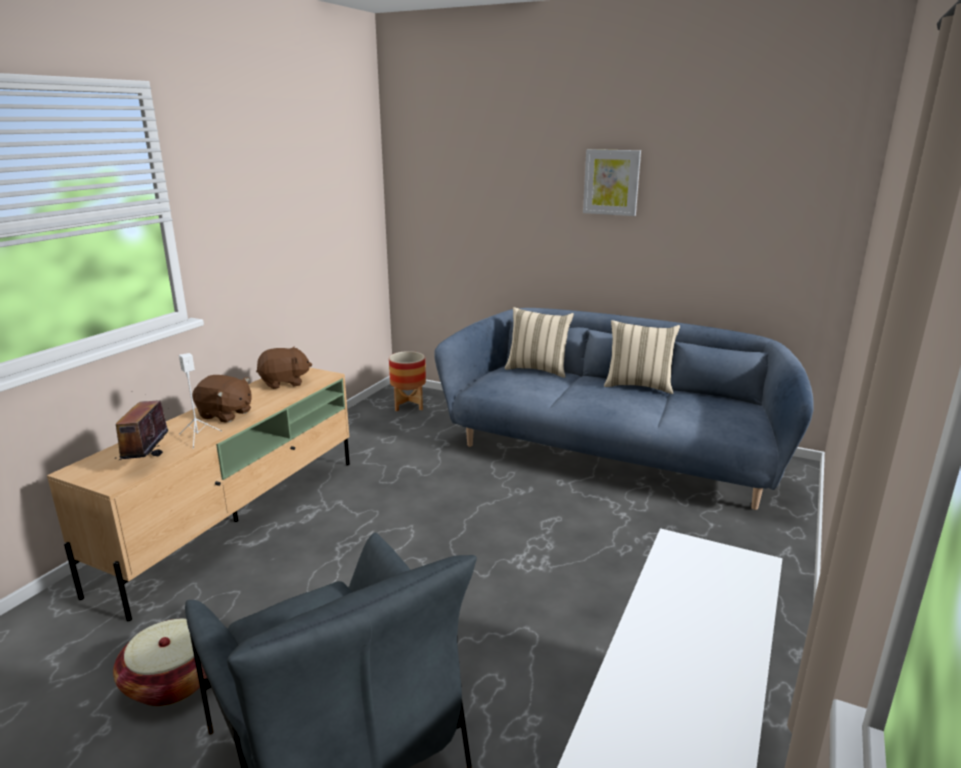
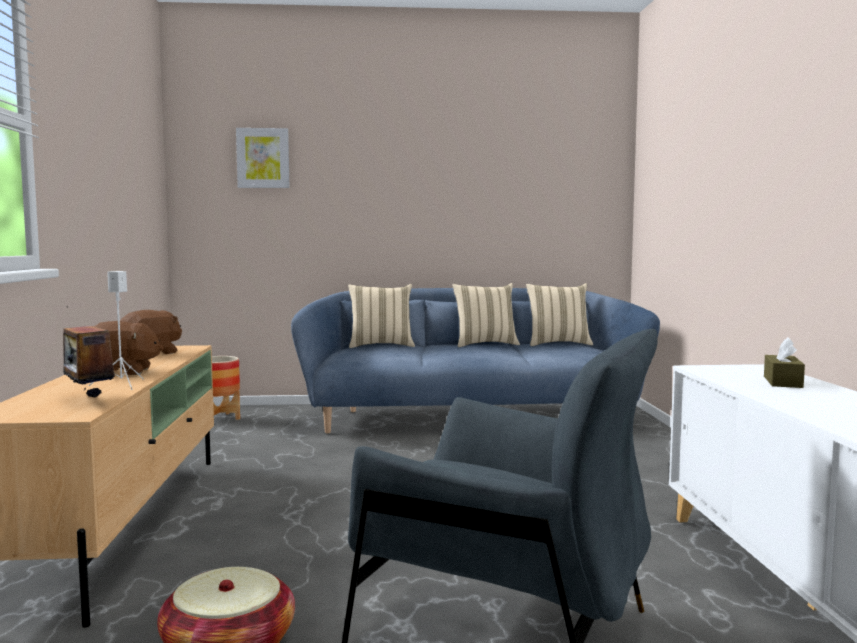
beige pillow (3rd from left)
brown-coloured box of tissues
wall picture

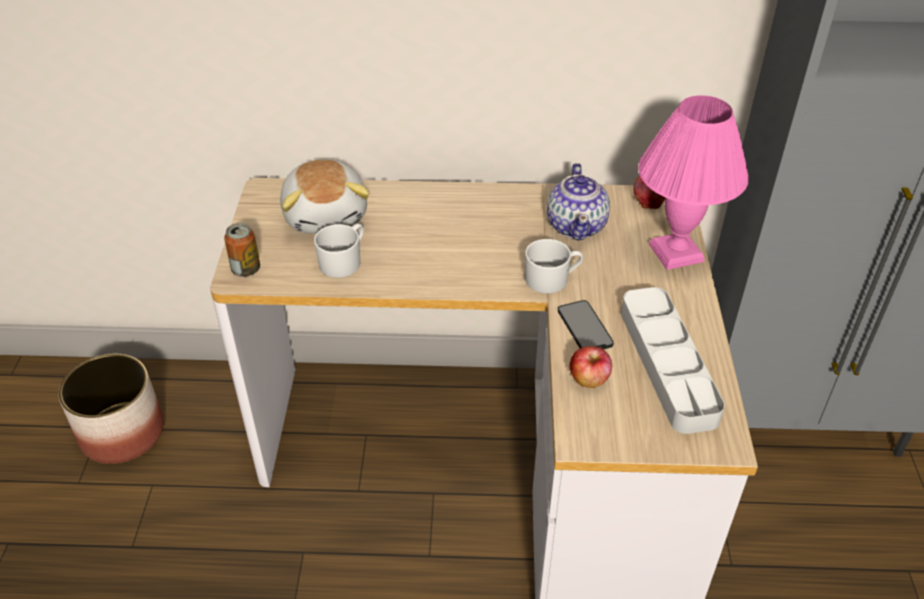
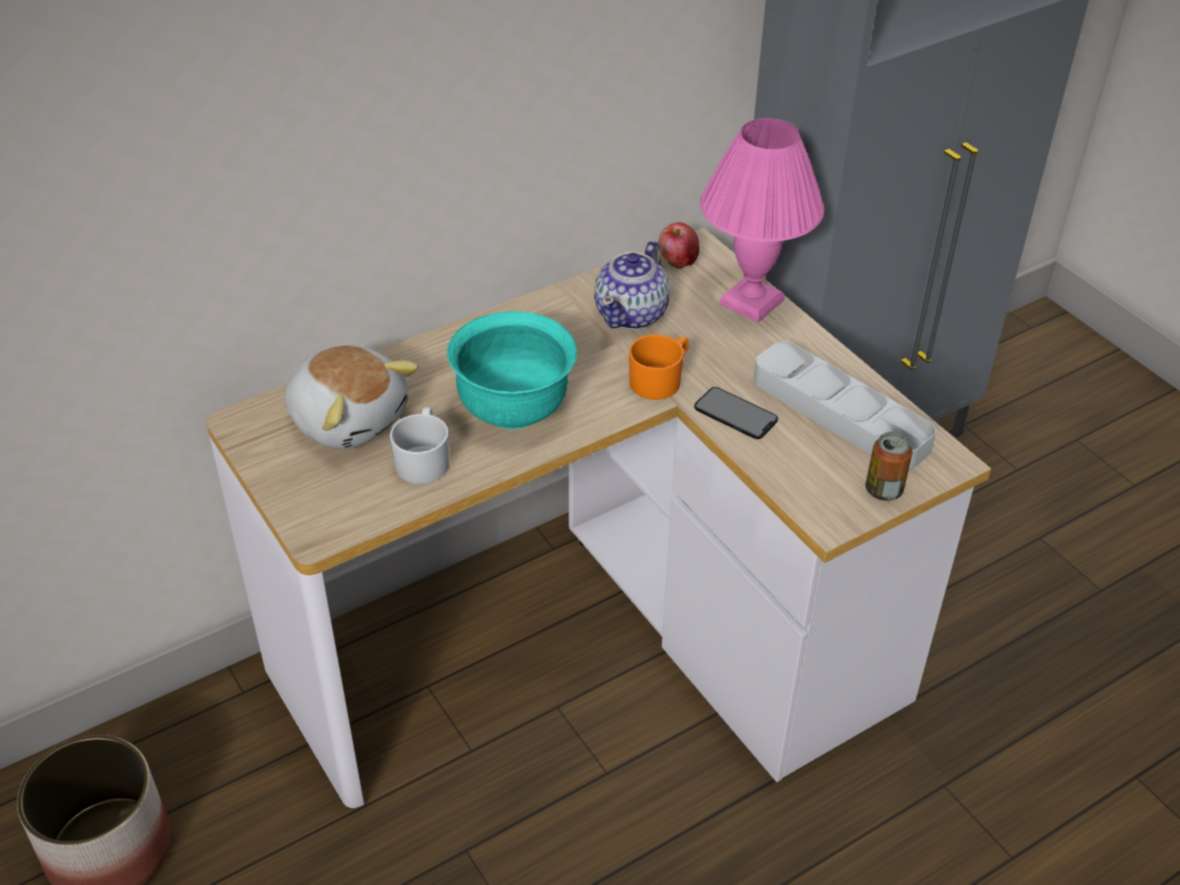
whole apple (1st from left in the first image)
blue-green deep dish
can
orange-coloured mug
pot for tea

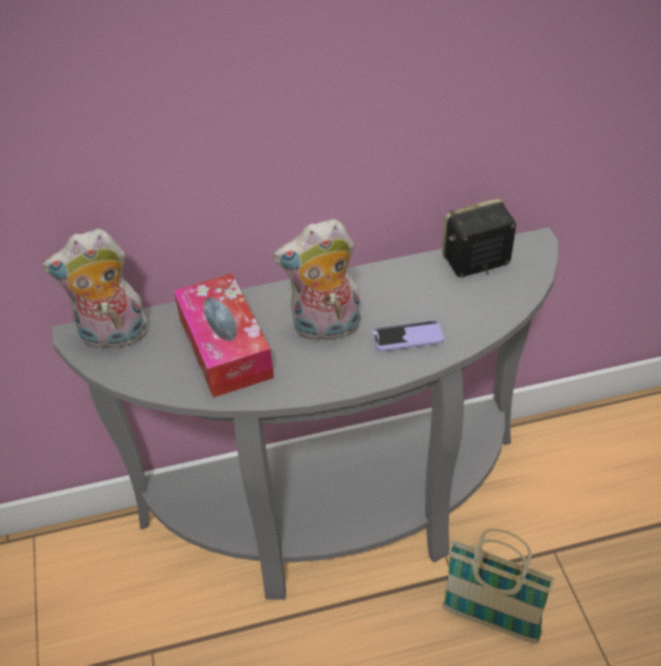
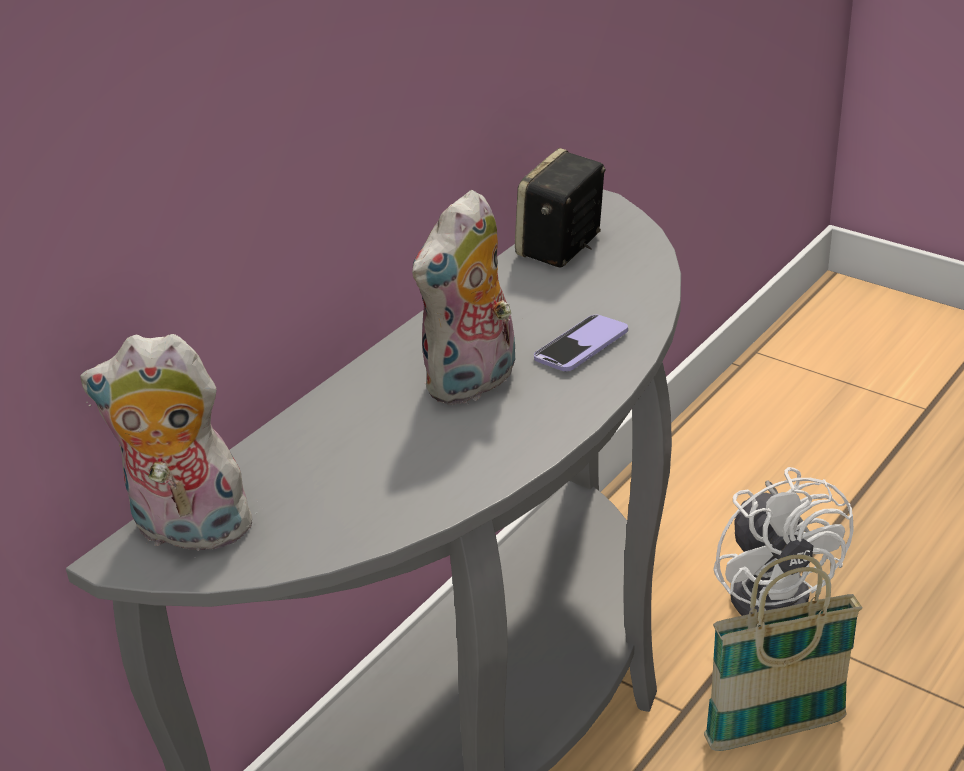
box of tissues
white-coloured cooling fan
plush toy (1st from left)

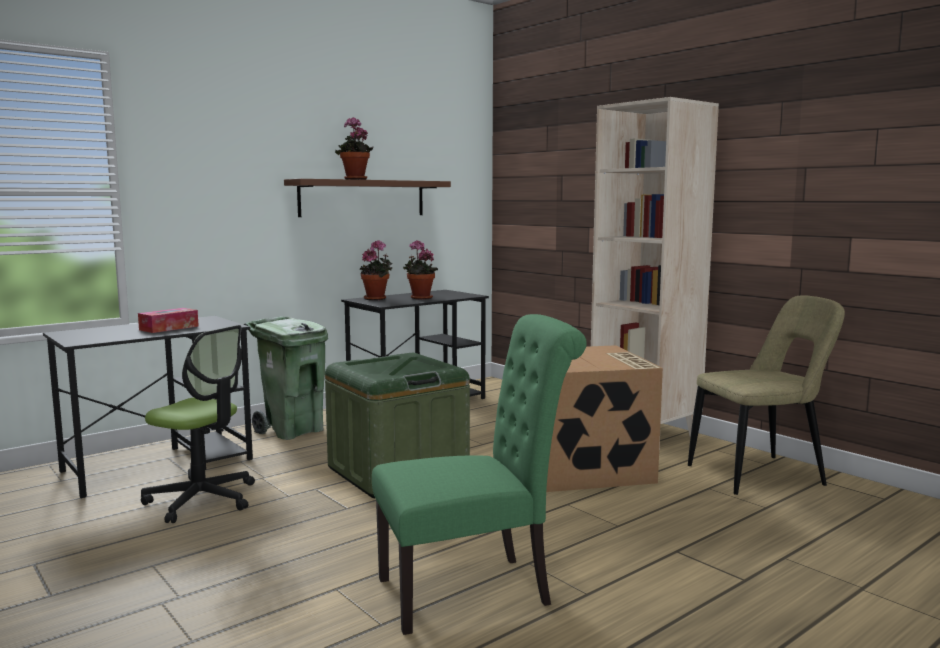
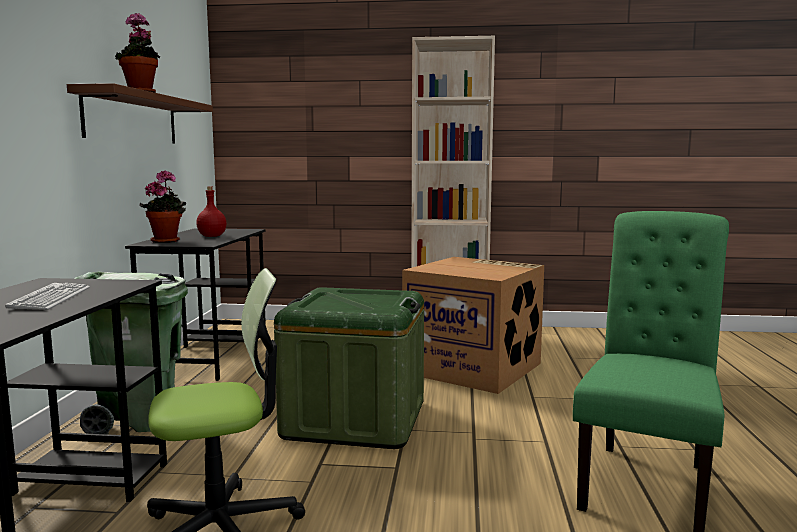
beige chair
computer keyboard
red bottle

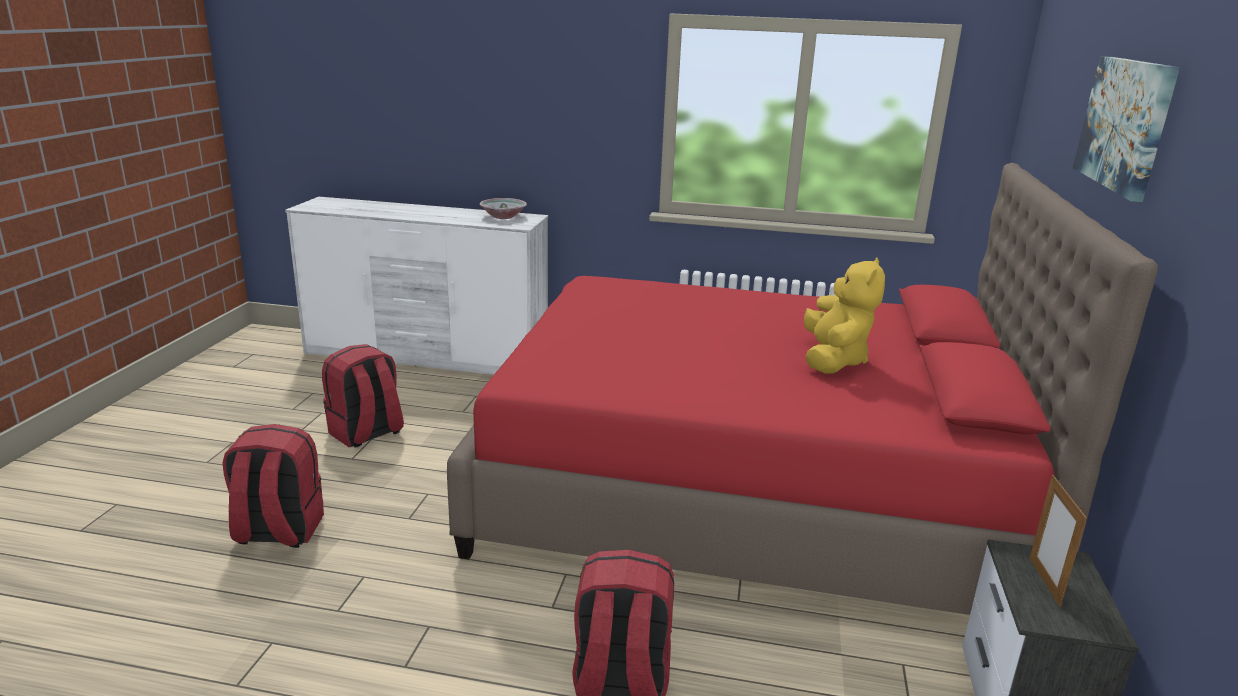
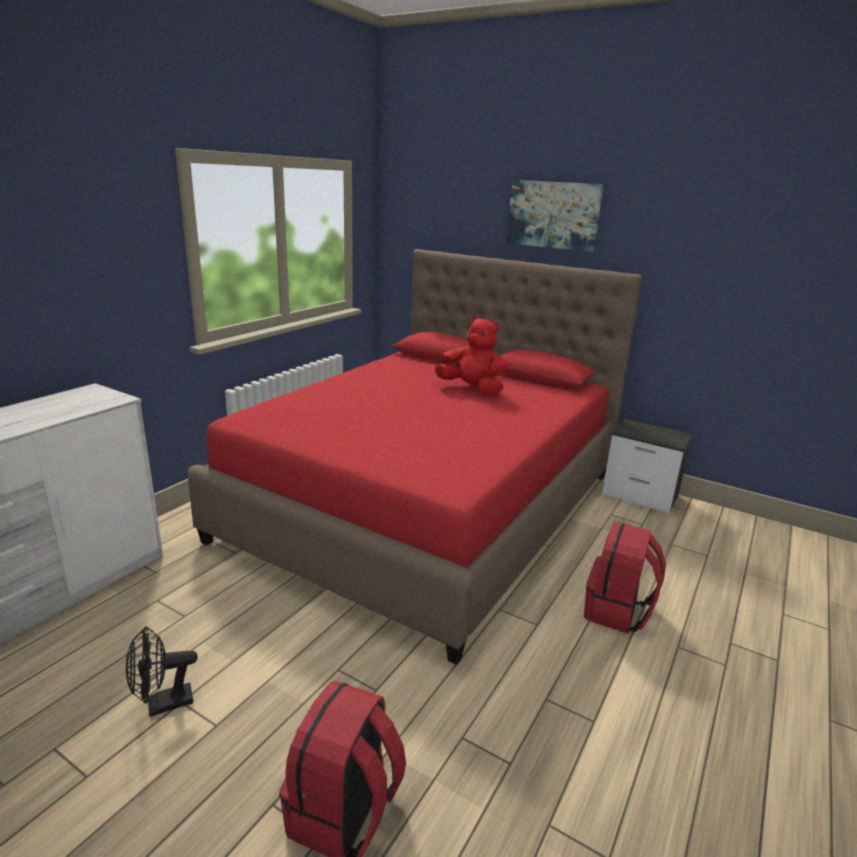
deep dish
standing frame
black cooling fan
red plush toy

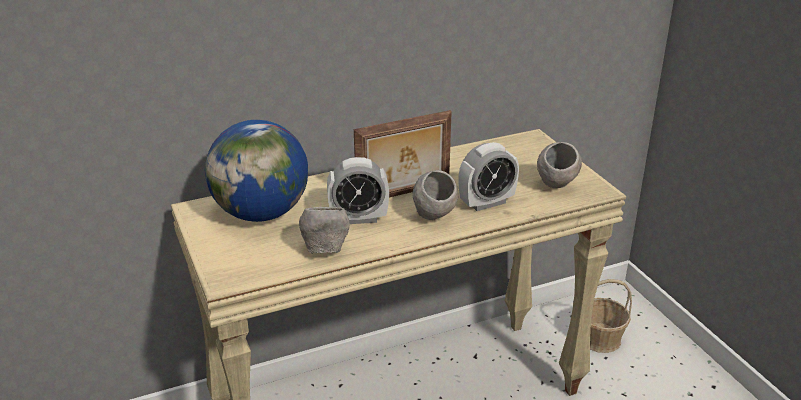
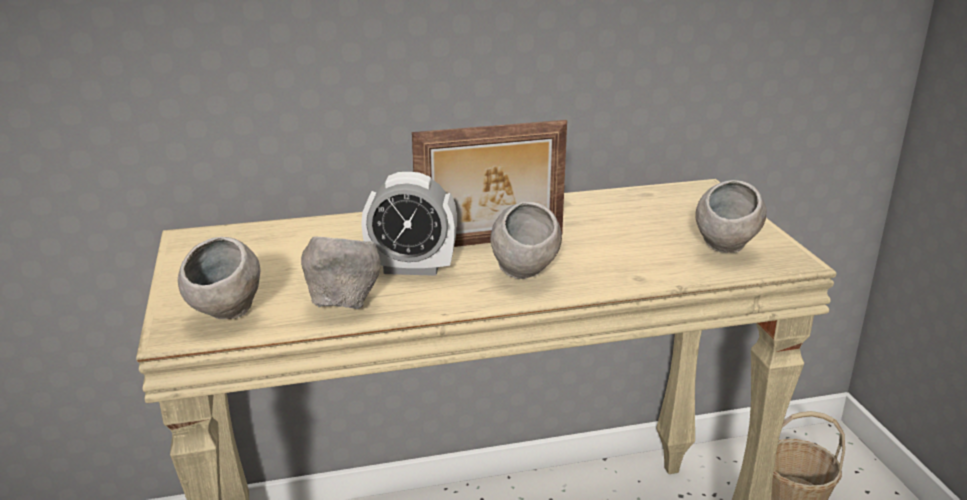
world globe
bedside clock (2nd from left in the first image)
greyish deep dish (1st from left)

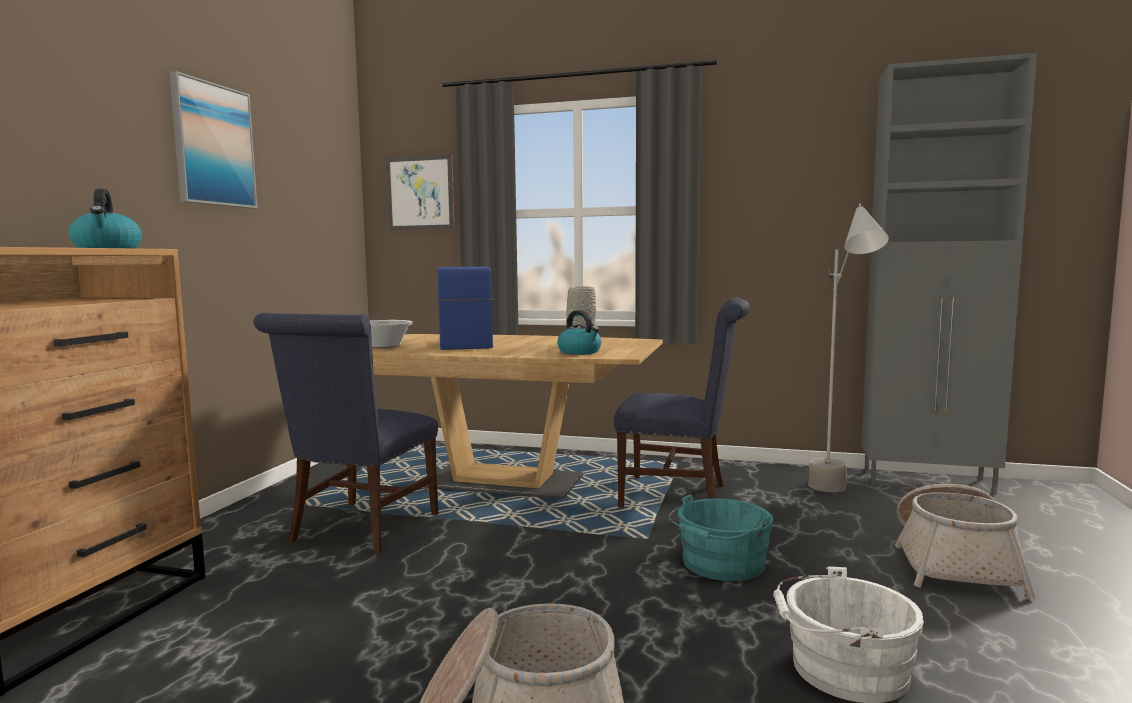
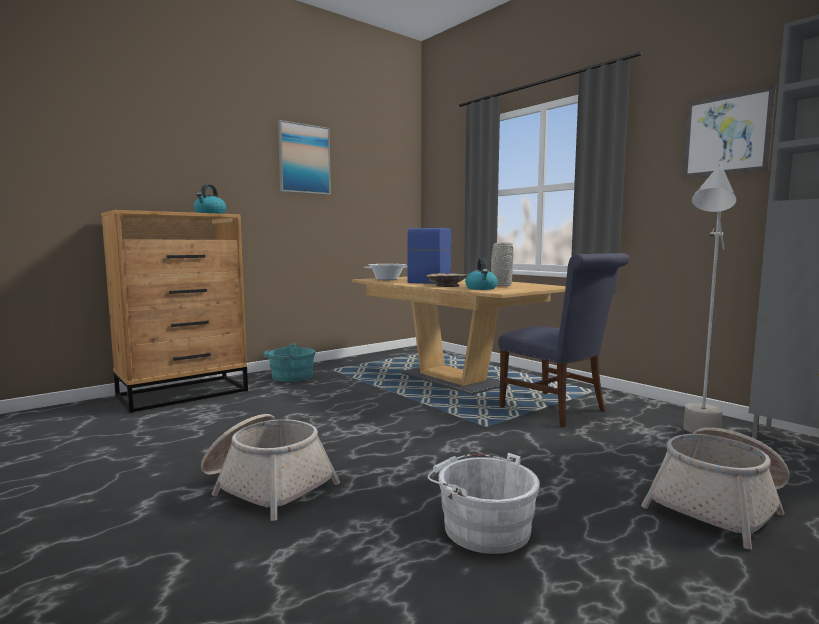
blue-coloured chair (1st from left in the first image)
beige deep dish
wall picture (2nd from left)
blue-green bucket

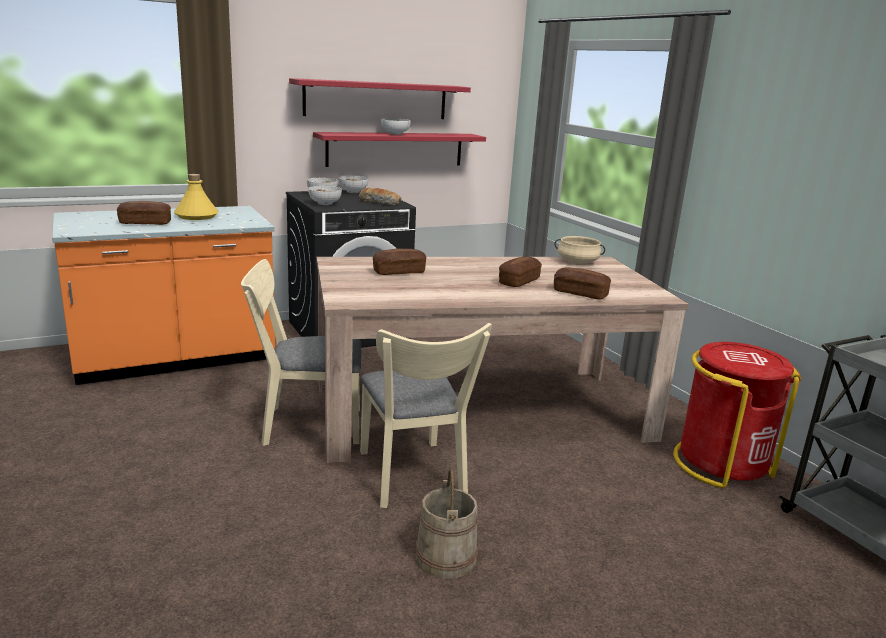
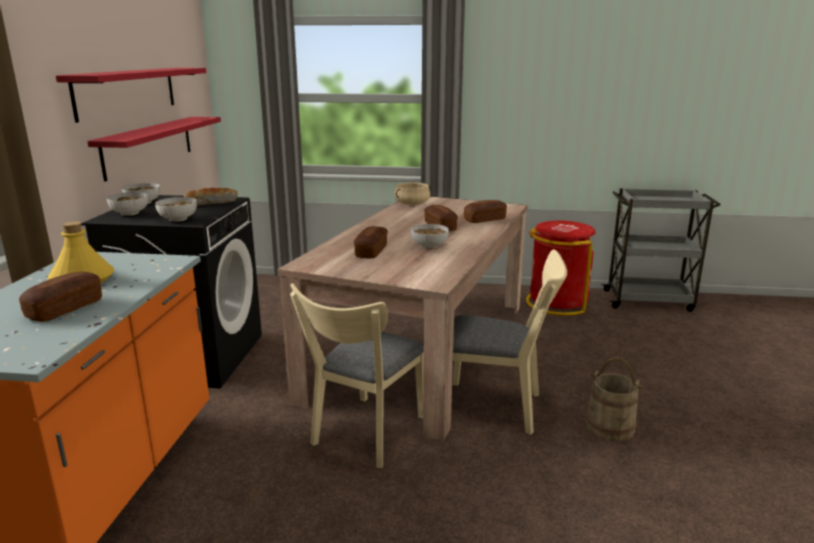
deep dish (4th from left)

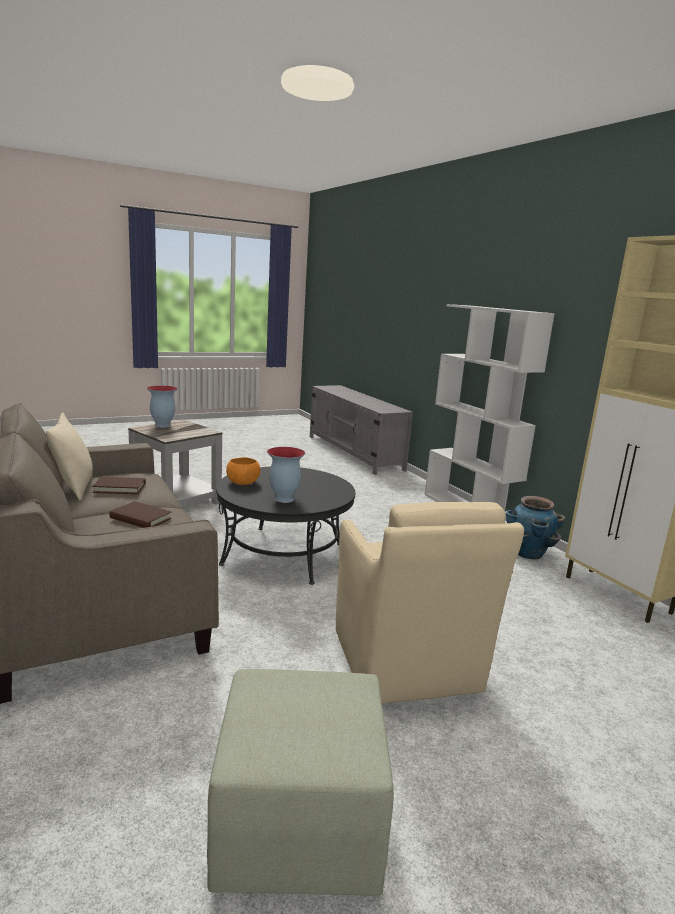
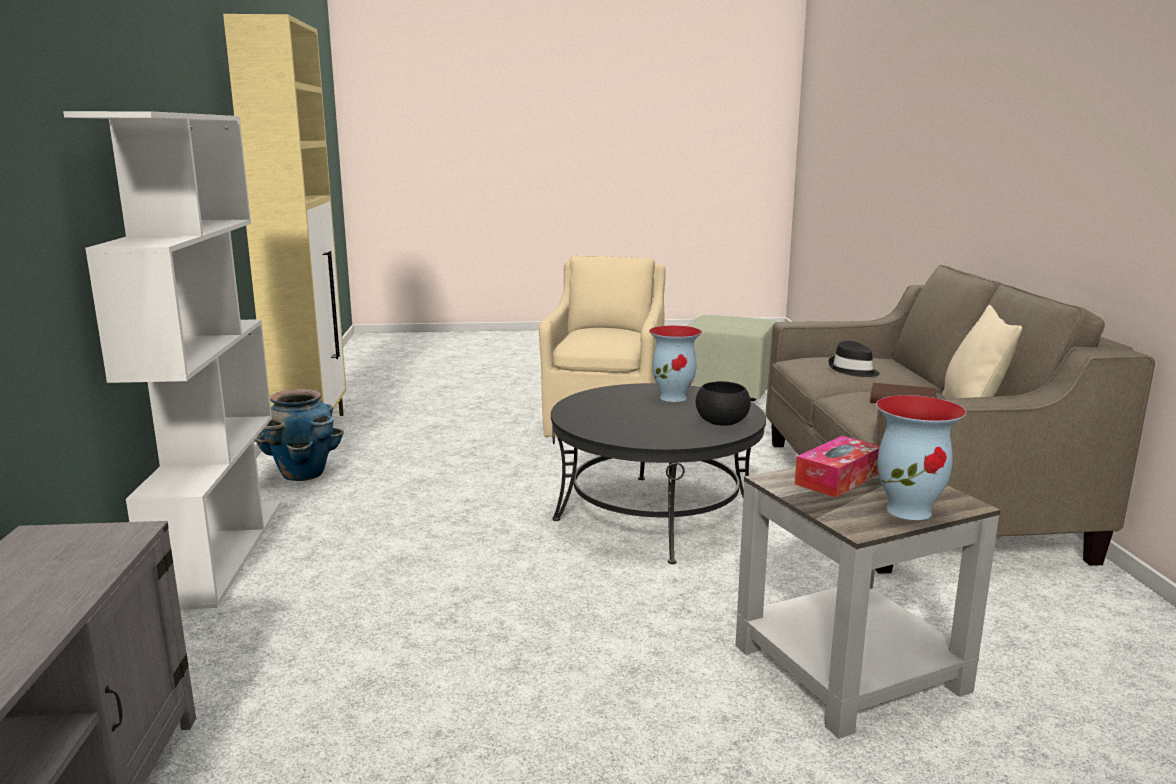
box of tissues
black clothing hat
black deep dish

